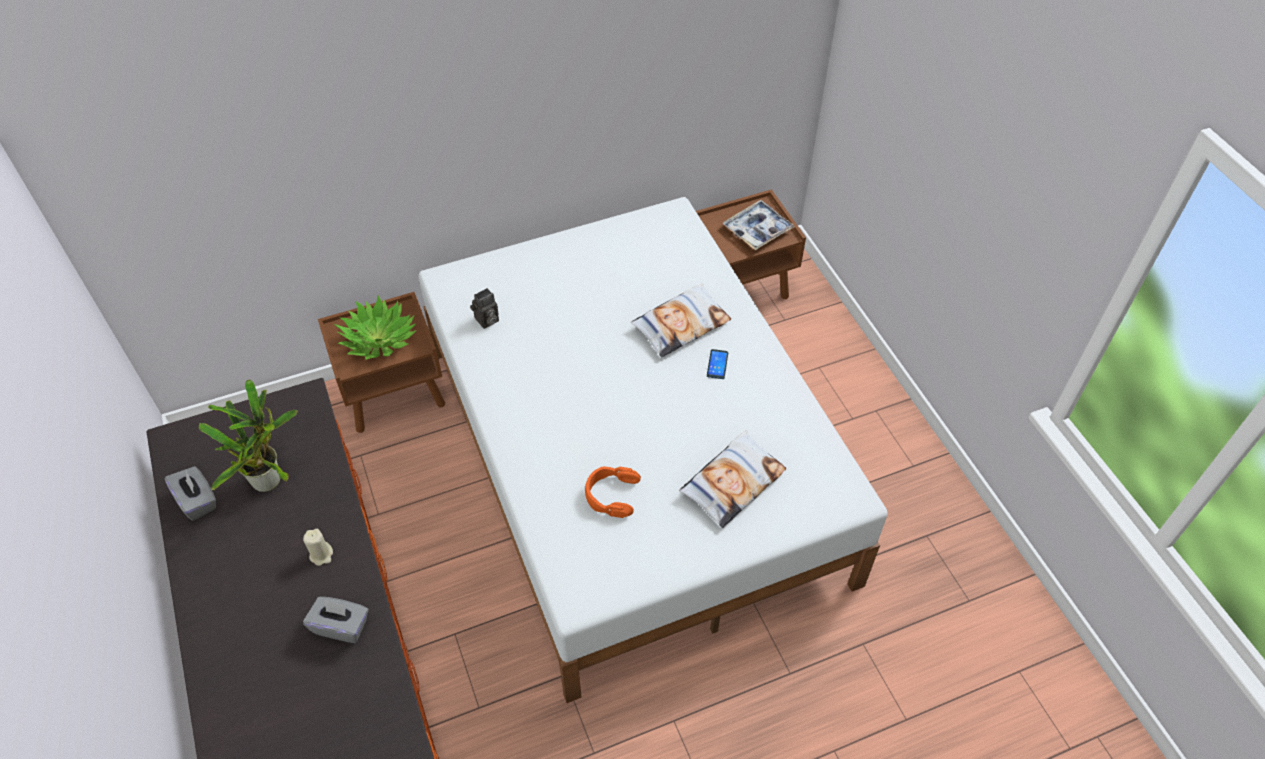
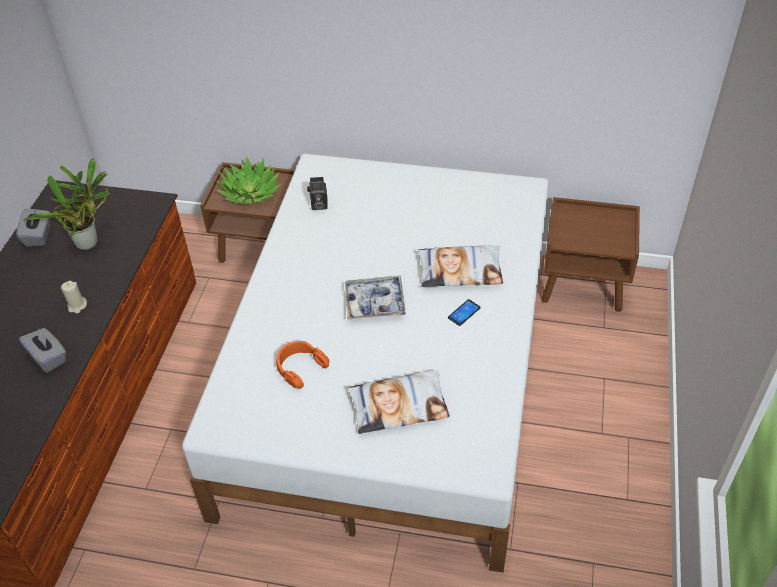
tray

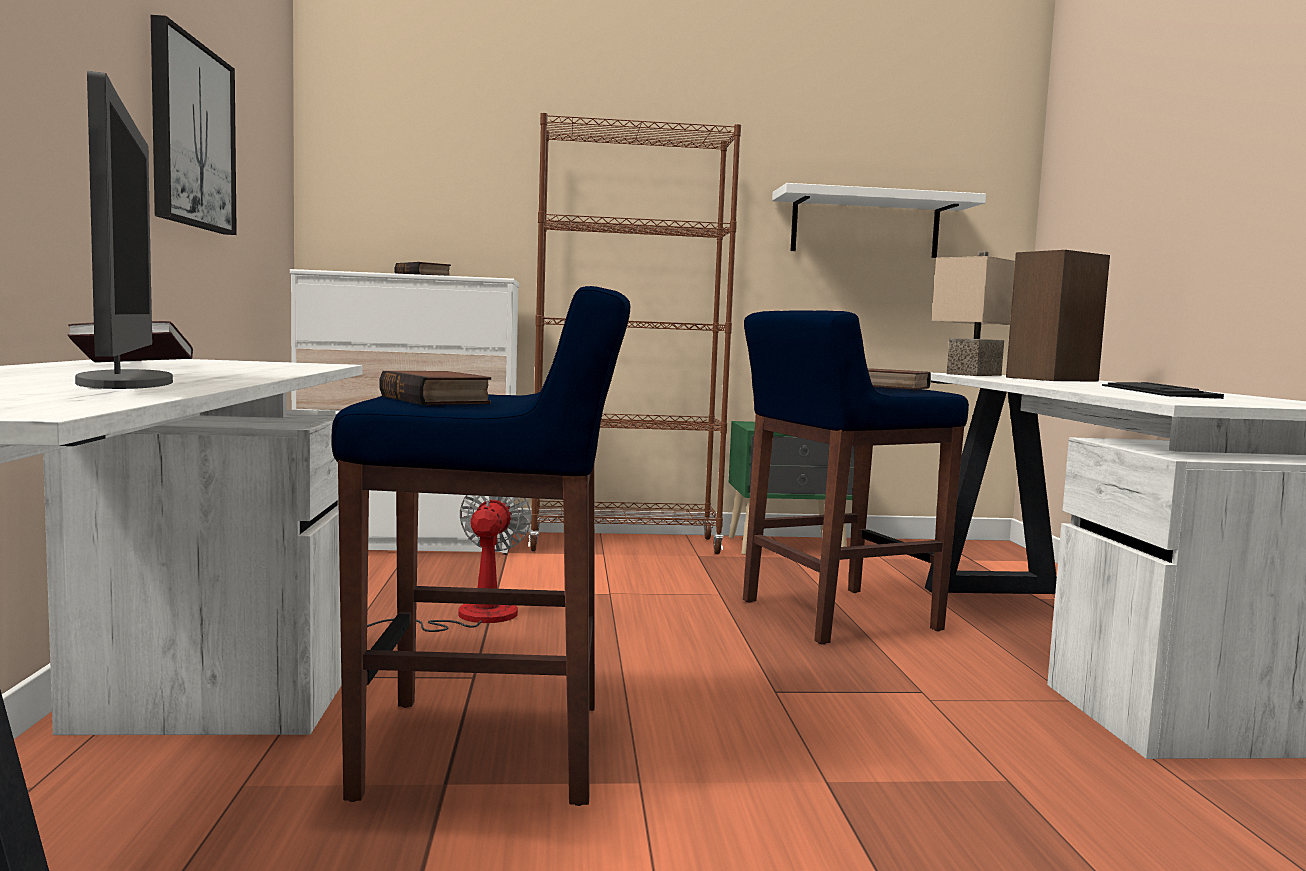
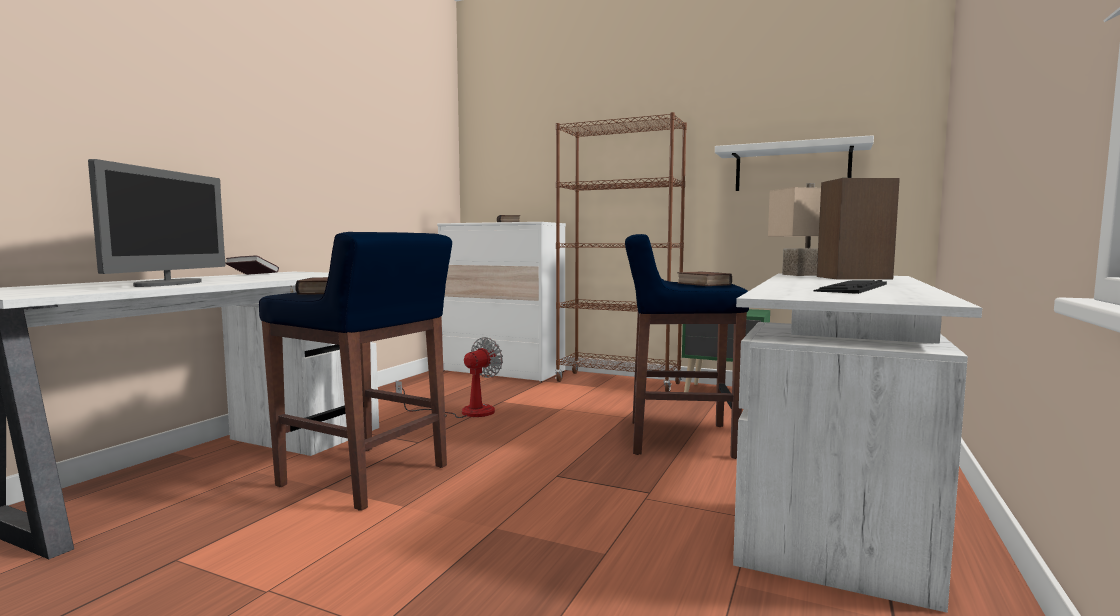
wall picture

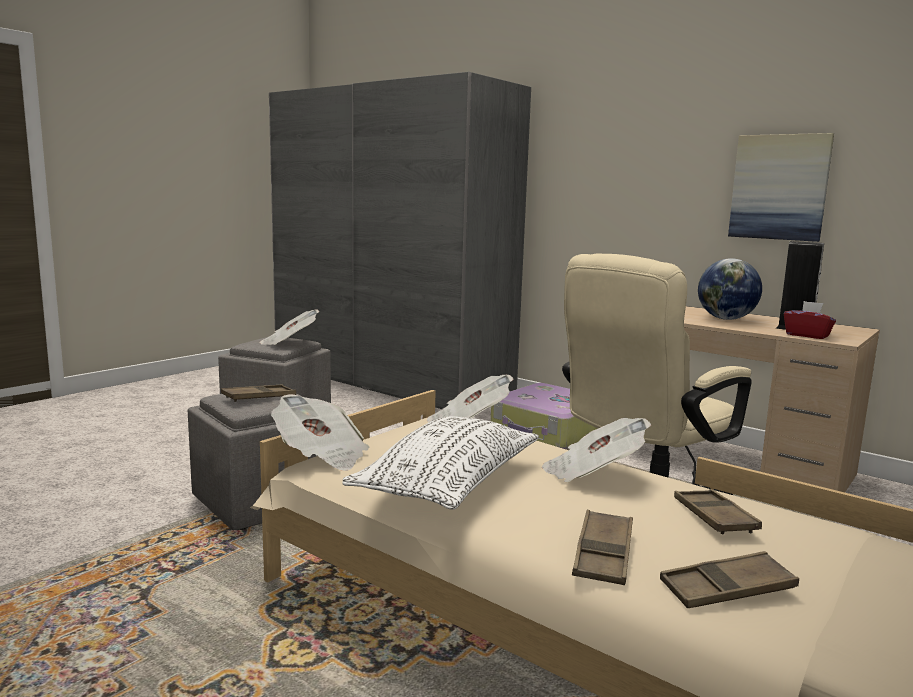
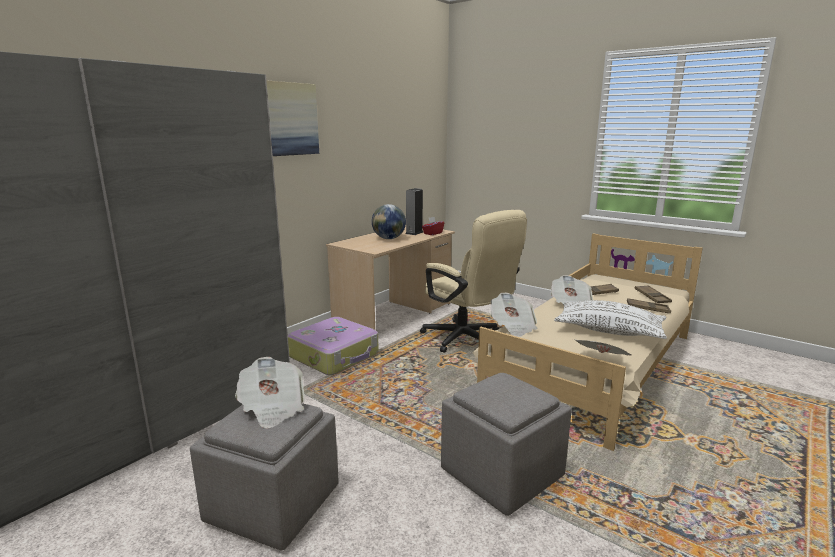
brown-coloured tray (1st from left in the first image)
wall picture

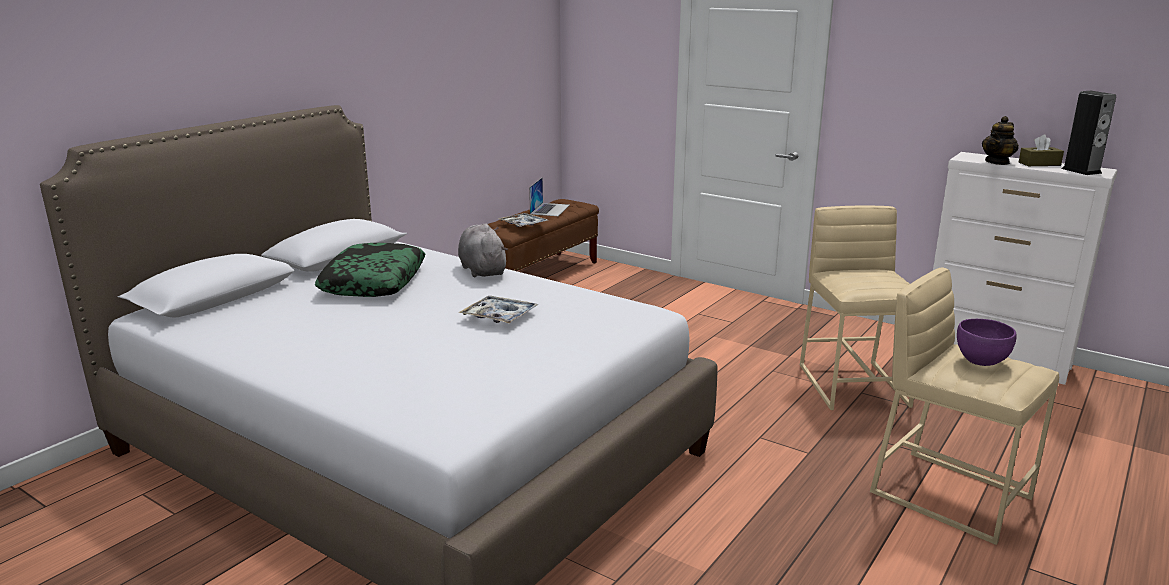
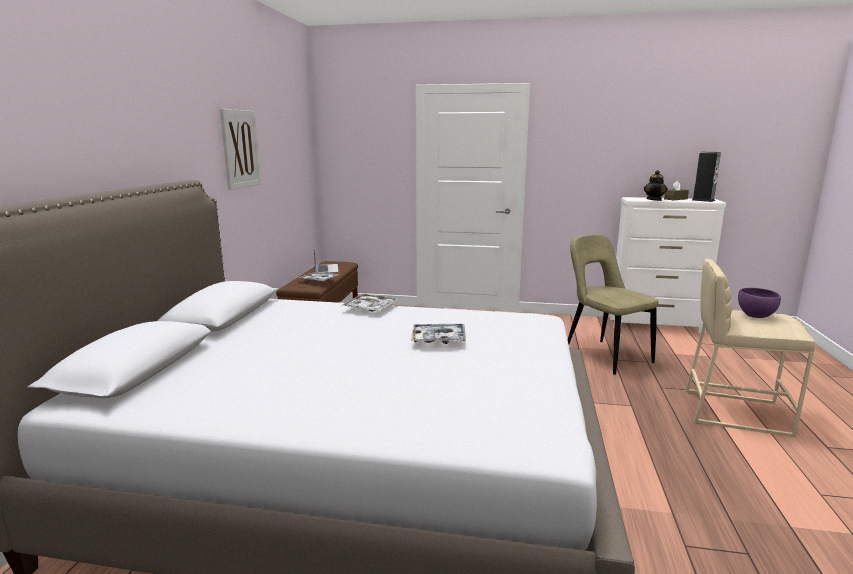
pillow
wall picture
tray (2nd from left)
beige chair

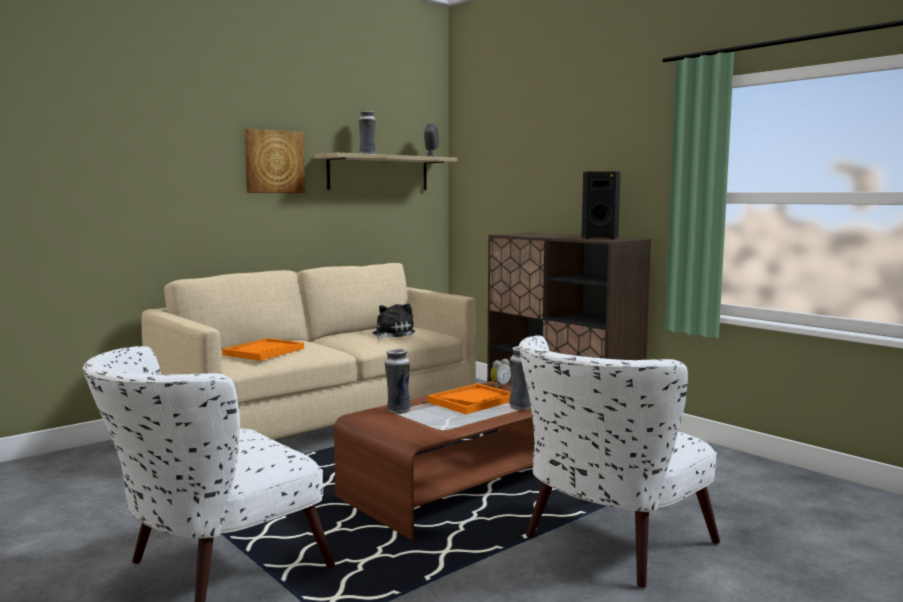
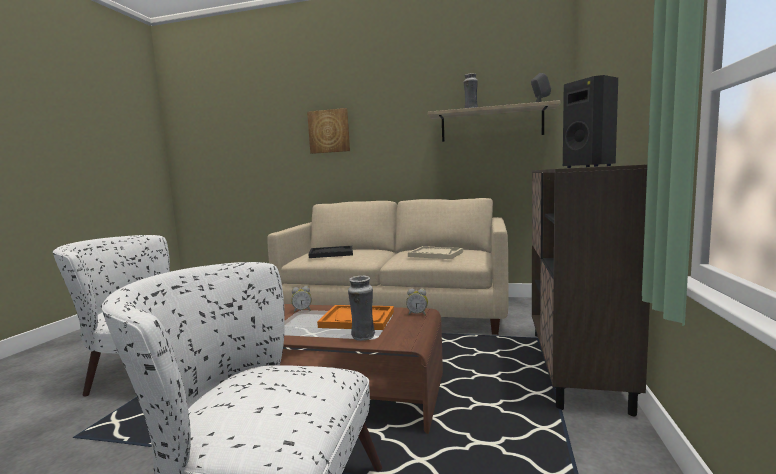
wall picture
beige tray
bedside clock (1st from left)
black tray

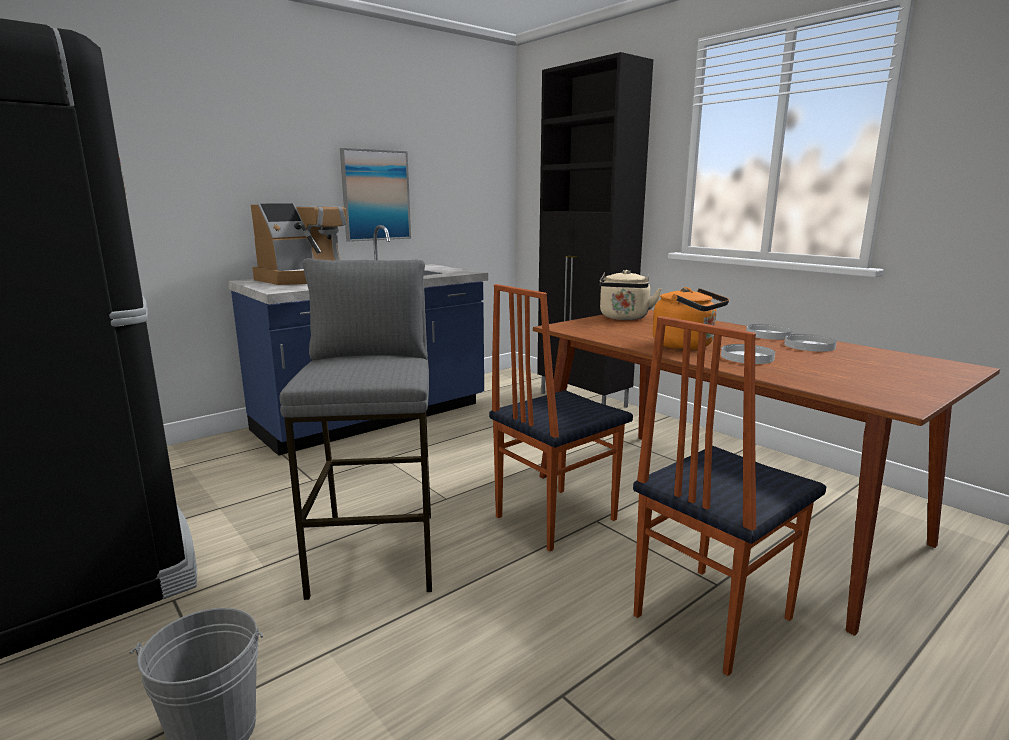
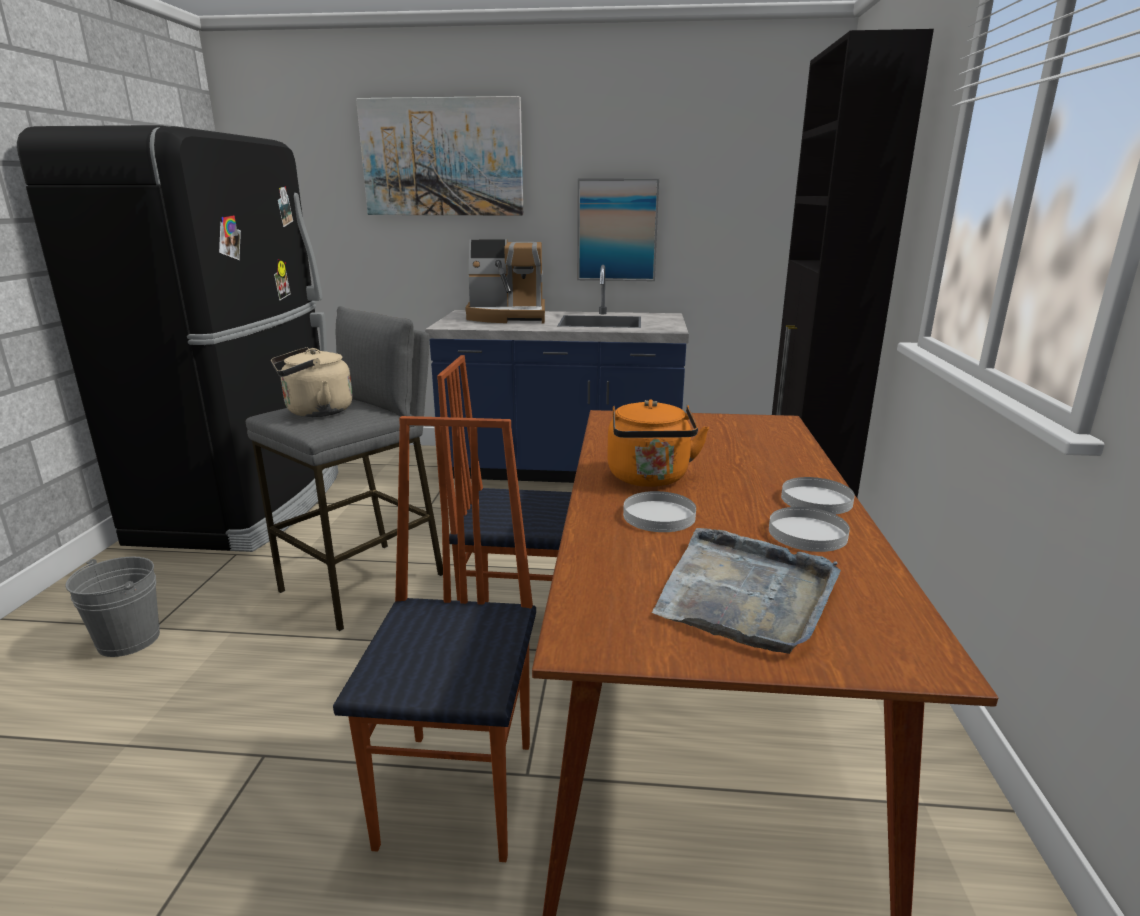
wall picture (1st from left)
greyish tray
beige kettle
chair (1st from left)

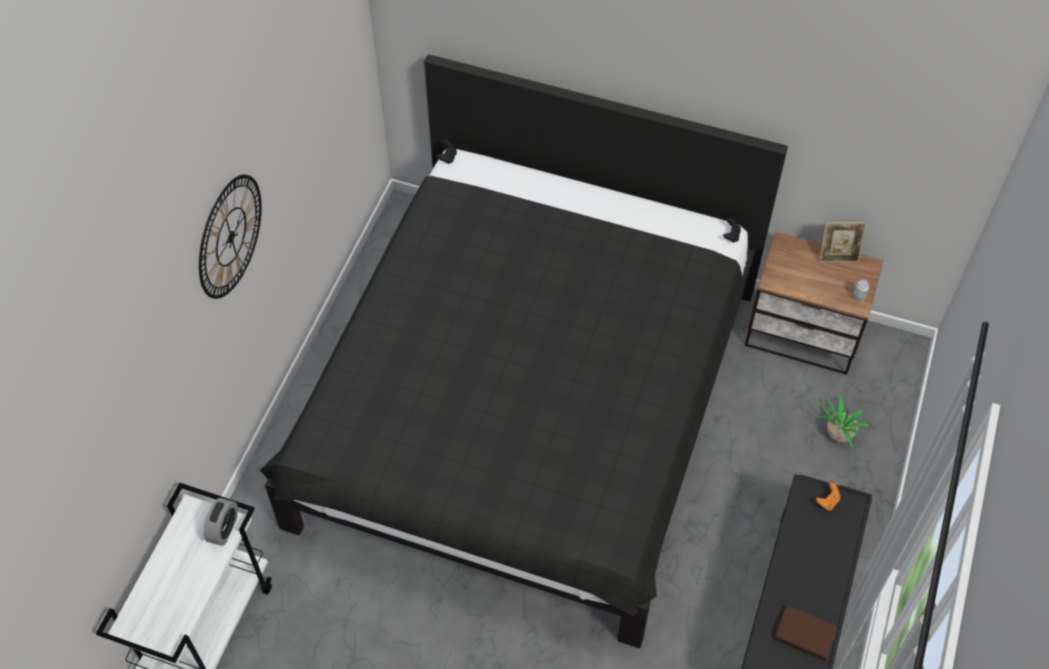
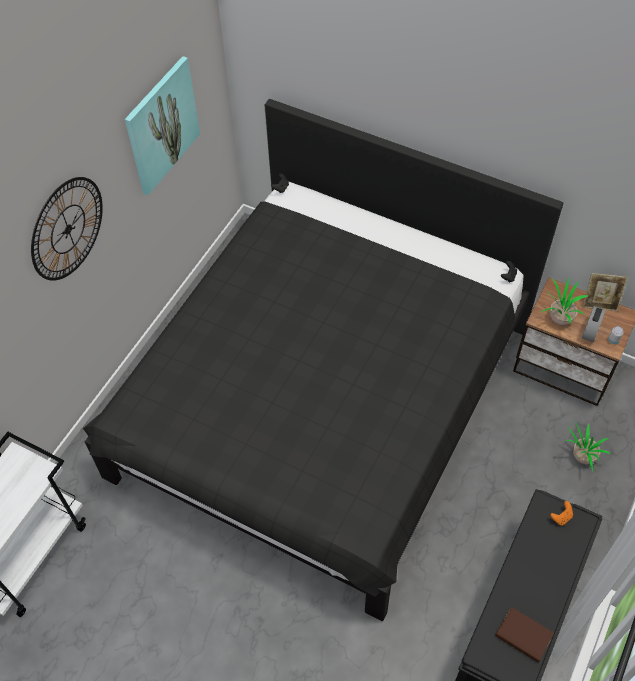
wall picture
potted plant (1st from left)
bedside clock

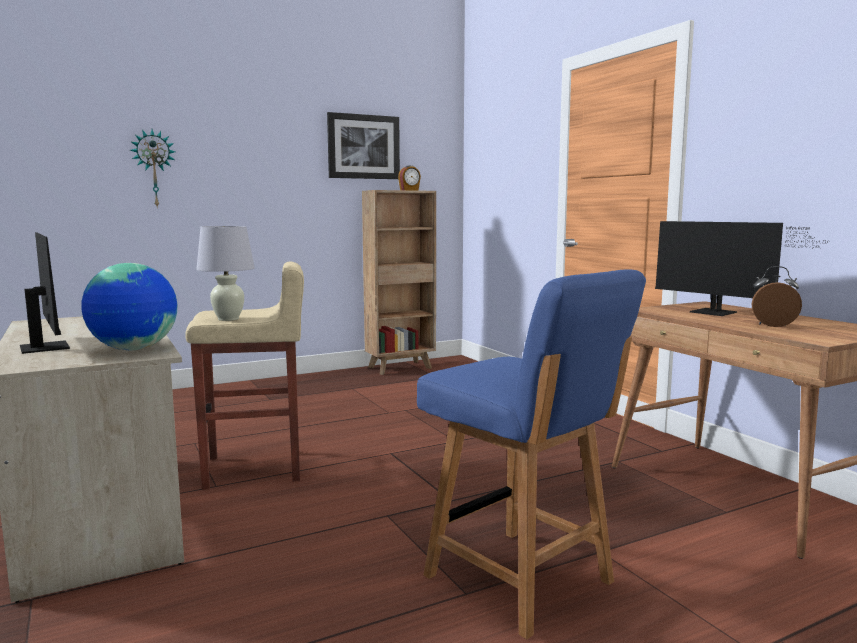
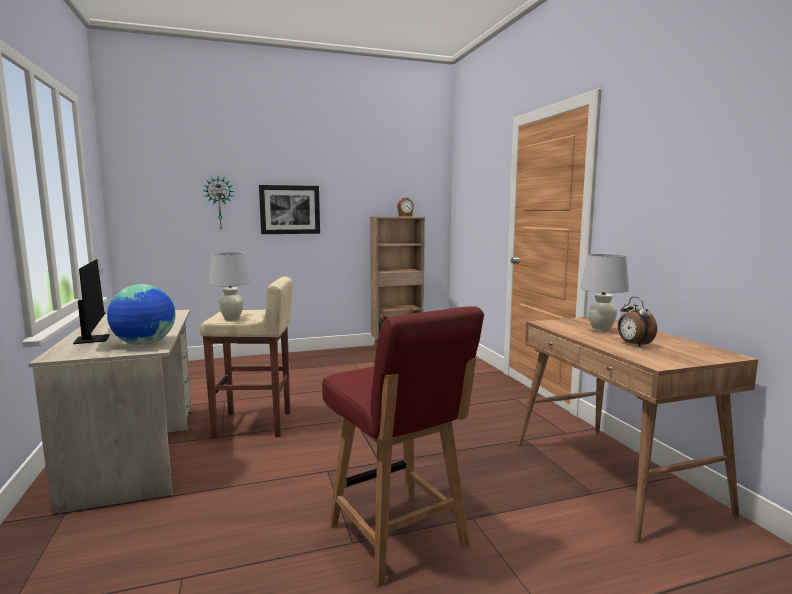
wall picture
white-coloured lamp for a table (2nd from left)
red chair
bedside clock (2nd from left)

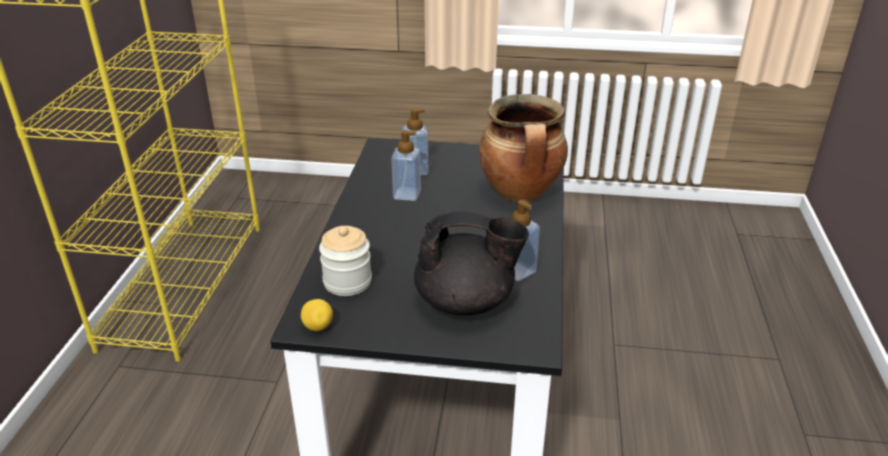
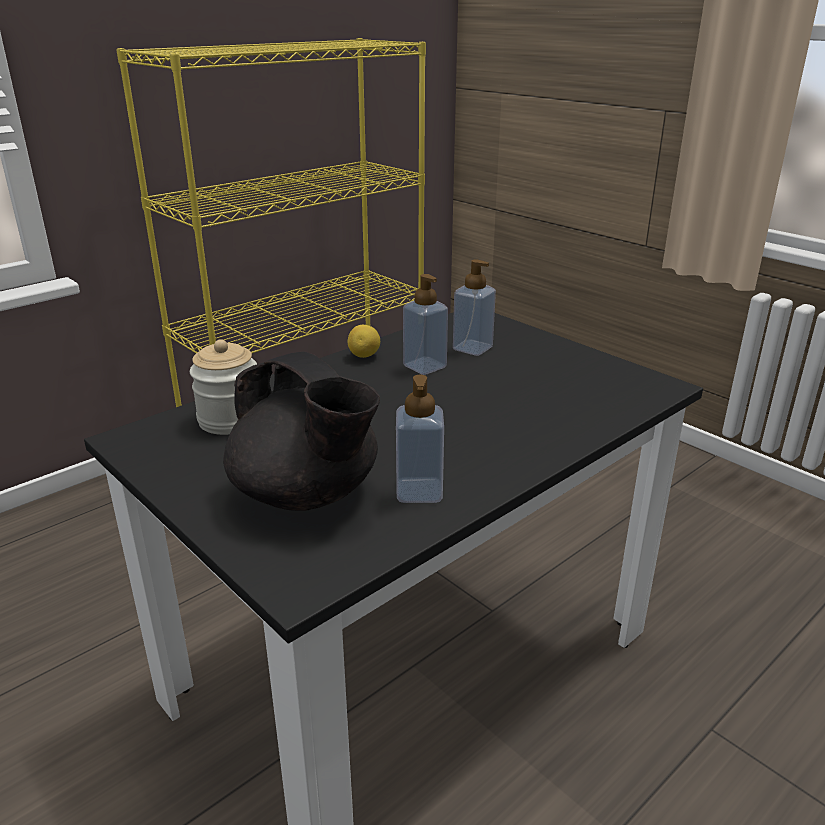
stockpot
lemon

